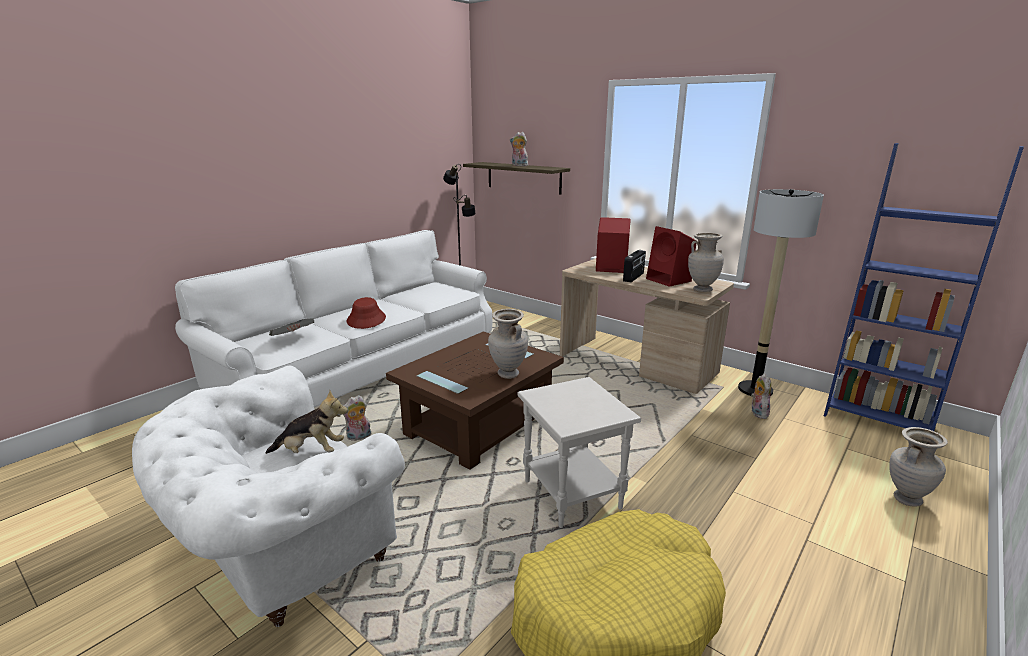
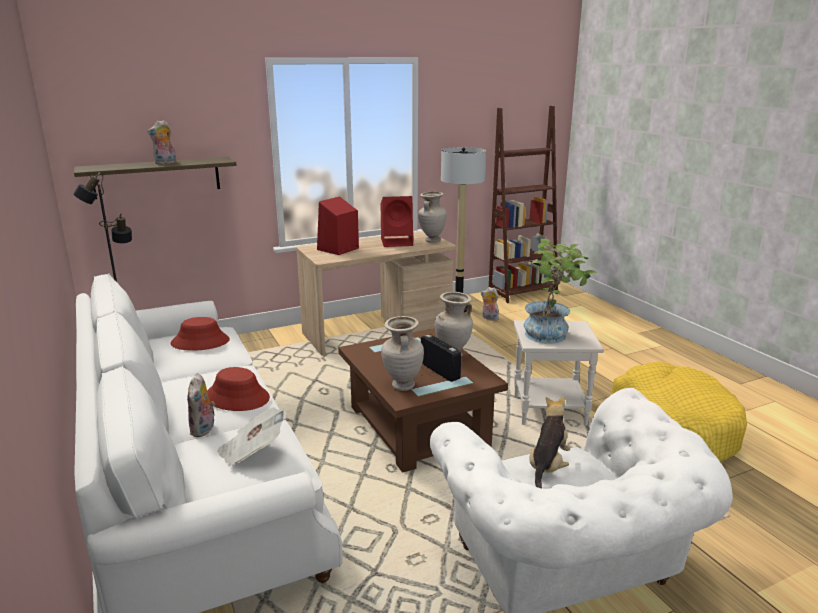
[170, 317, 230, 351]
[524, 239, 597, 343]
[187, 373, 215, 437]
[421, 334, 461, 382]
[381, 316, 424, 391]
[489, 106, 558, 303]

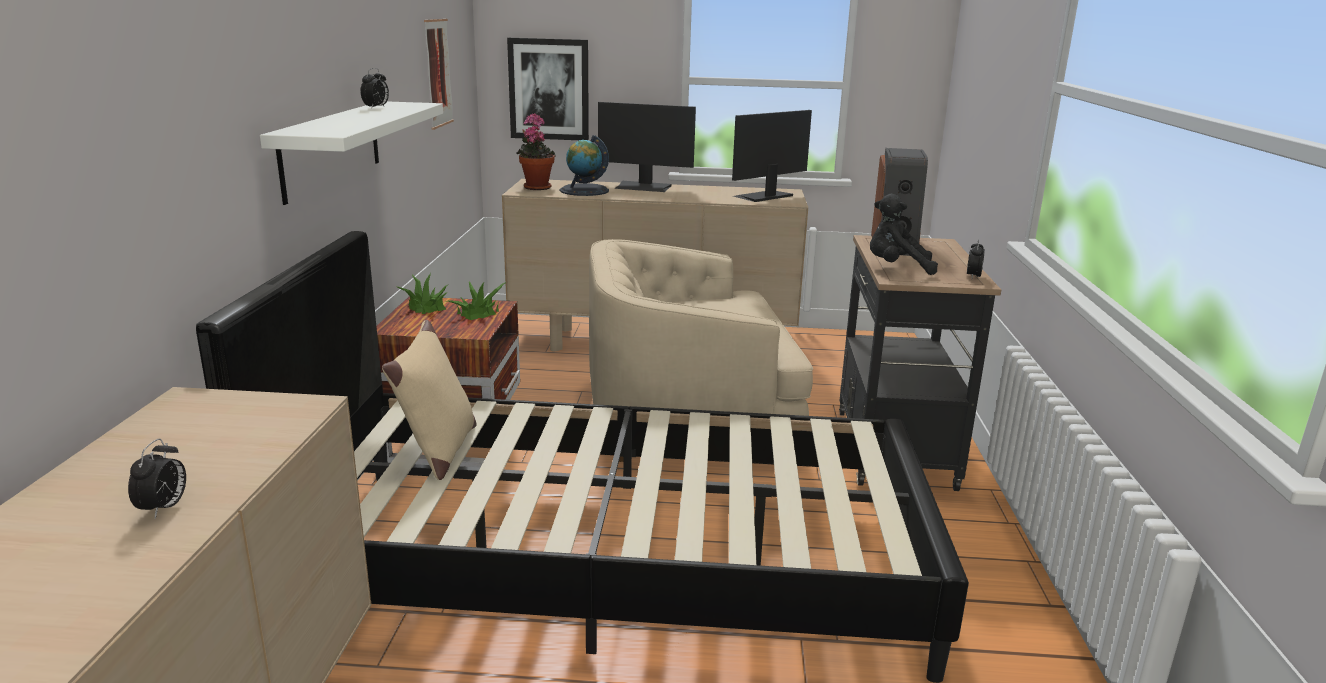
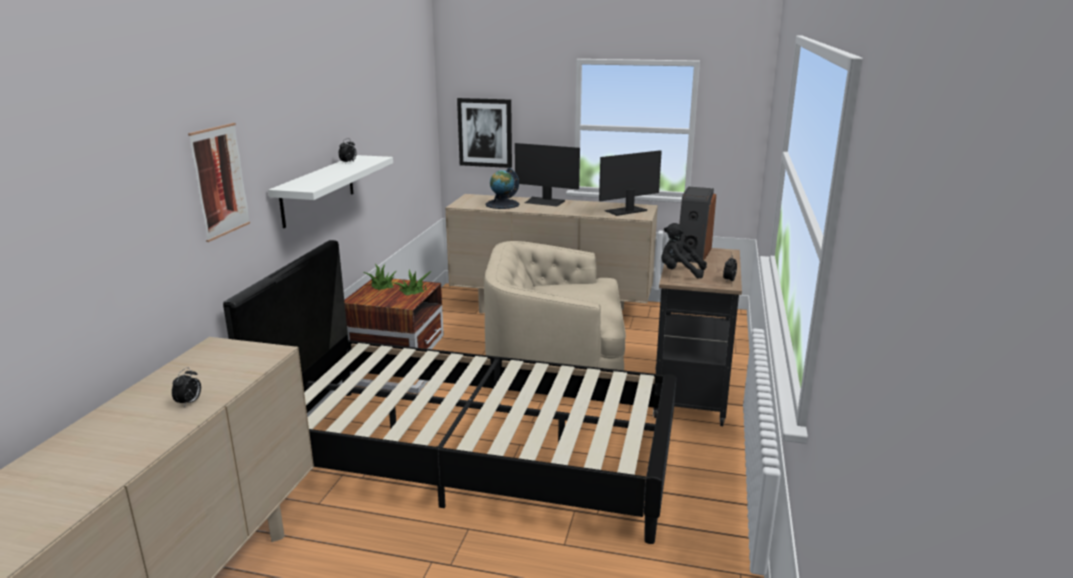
[382, 320, 477, 480] (first image)
[516, 113, 556, 190] (first image)
[188, 123, 250, 242]

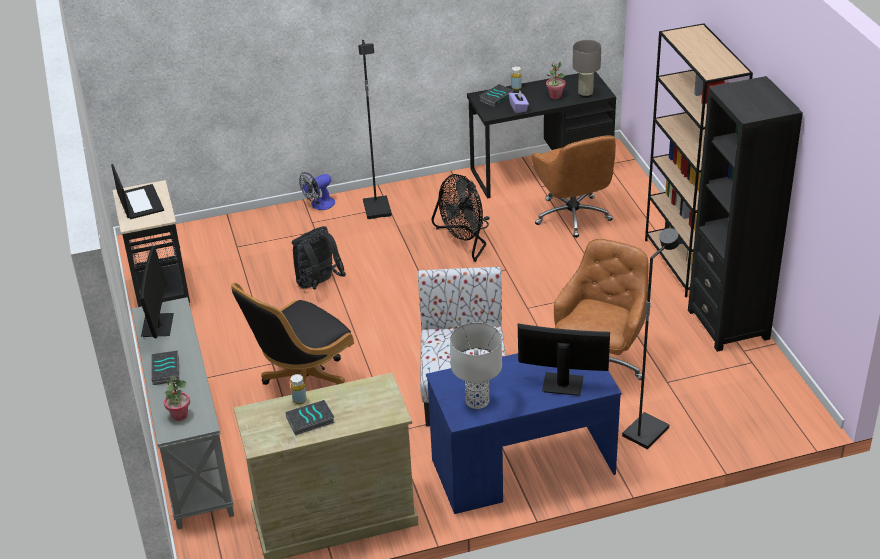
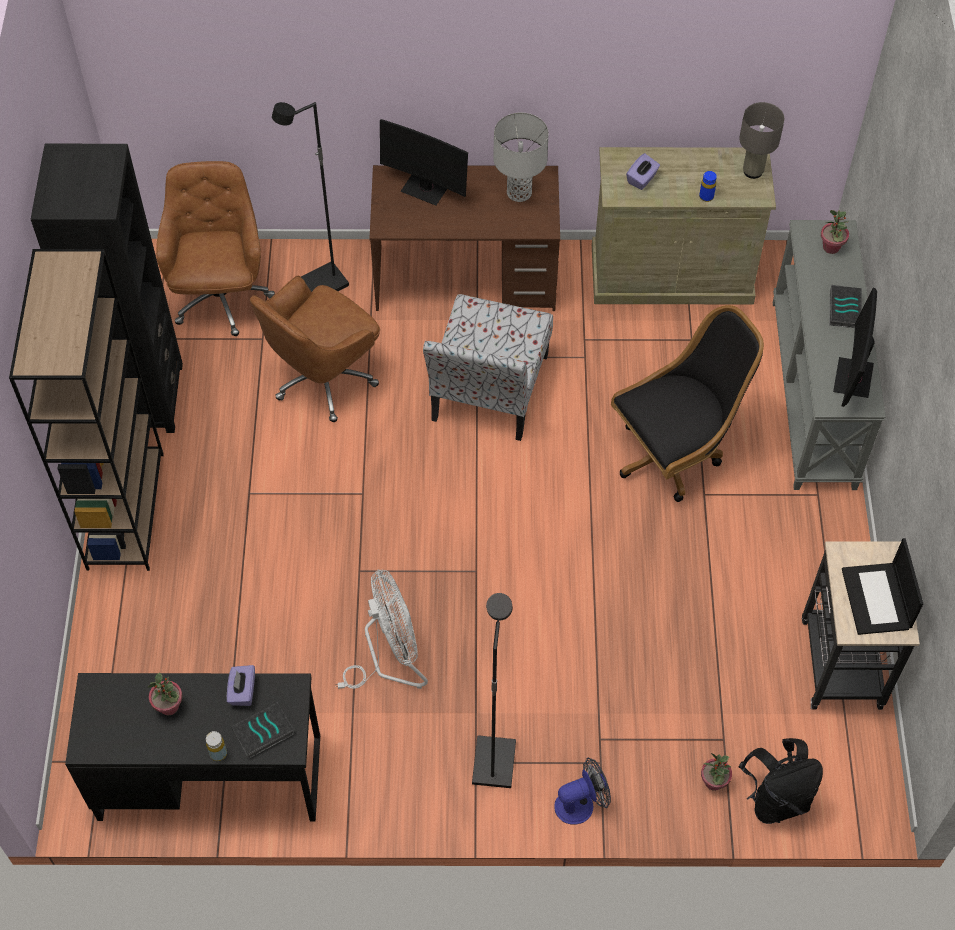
[285, 400, 334, 435] (first image)
[626, 153, 660, 190]
[701, 753, 732, 791]
[739, 738, 823, 824]
[156, 161, 275, 336]
[739, 102, 784, 179]
[699, 171, 717, 202]
[370, 165, 560, 311]
[336, 569, 428, 689]

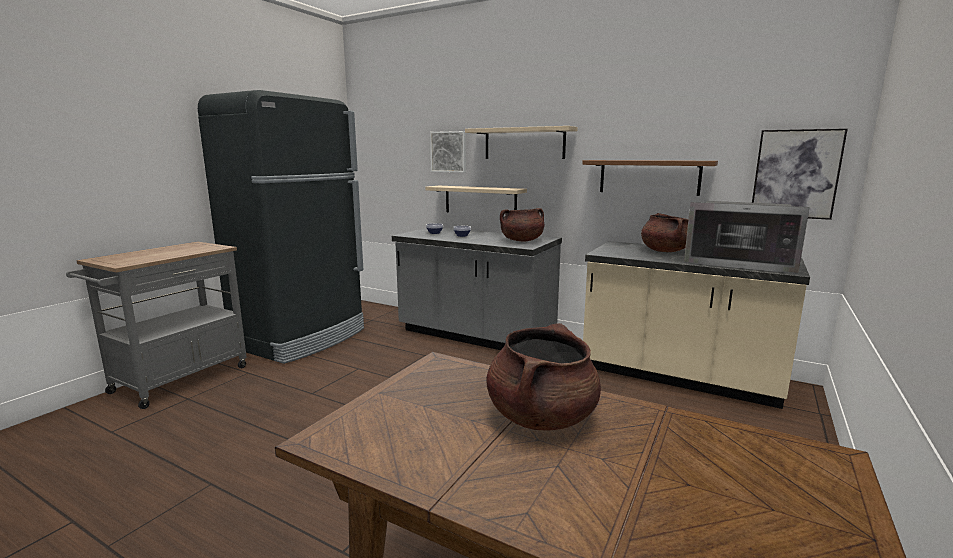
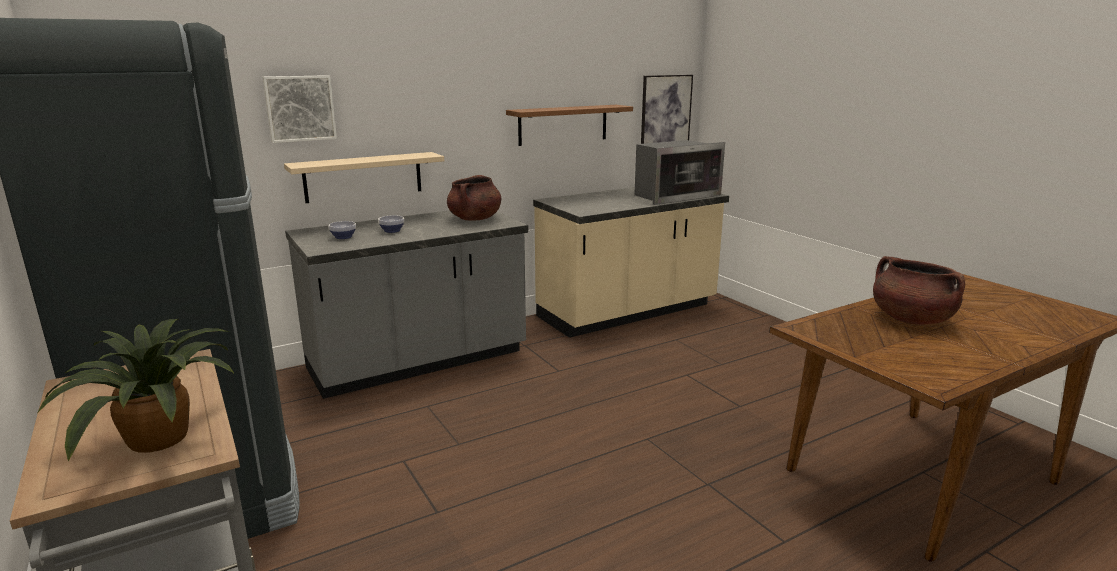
[465, 126, 578, 159] (first image)
[641, 213, 688, 252] (first image)
[37, 319, 235, 462]

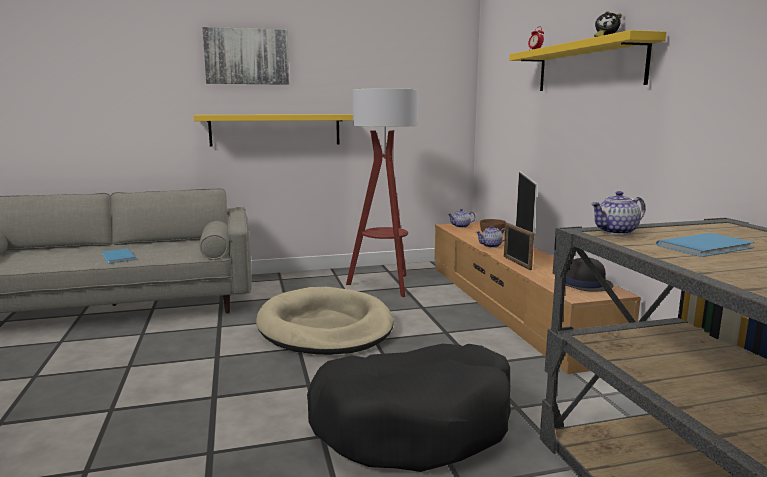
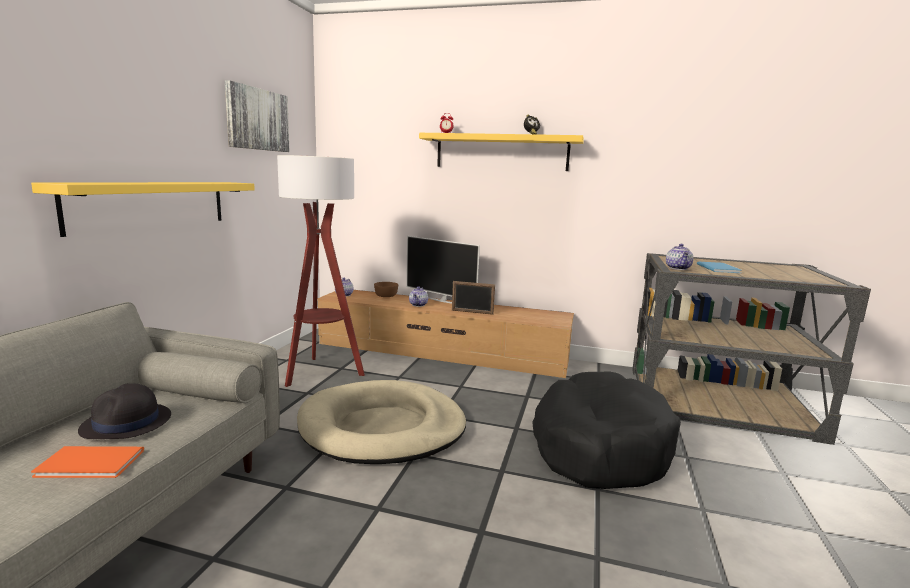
[225, 80, 290, 152]
[78, 383, 171, 439]
[31, 446, 144, 478]

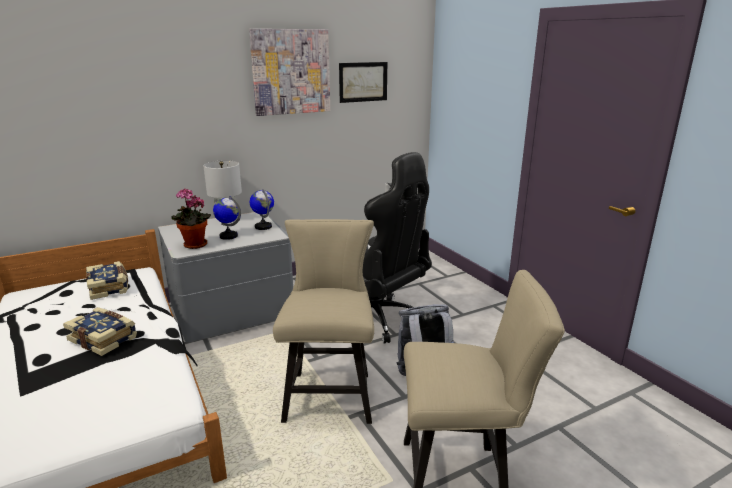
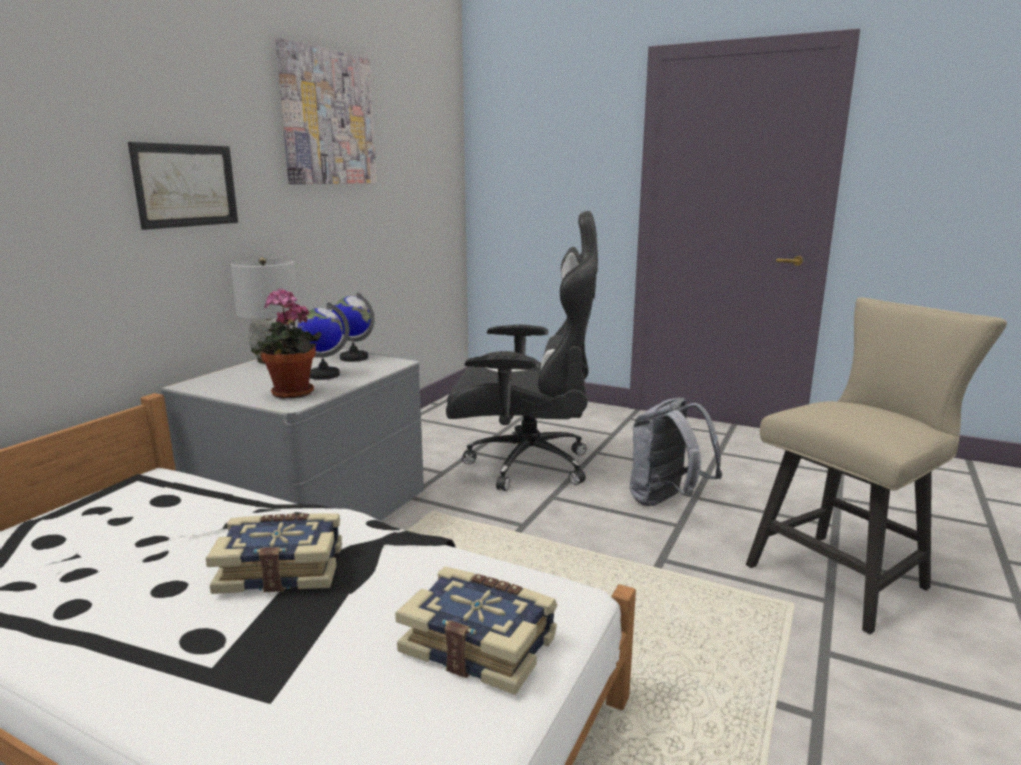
[273, 219, 374, 424] (first image)
[395, 566, 557, 695]
[128, 142, 238, 230]

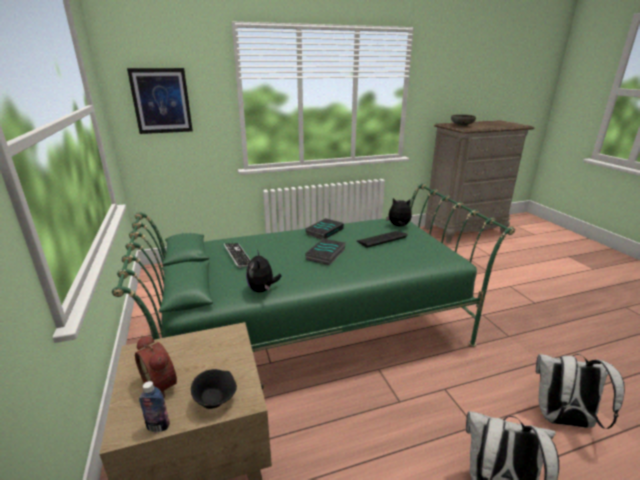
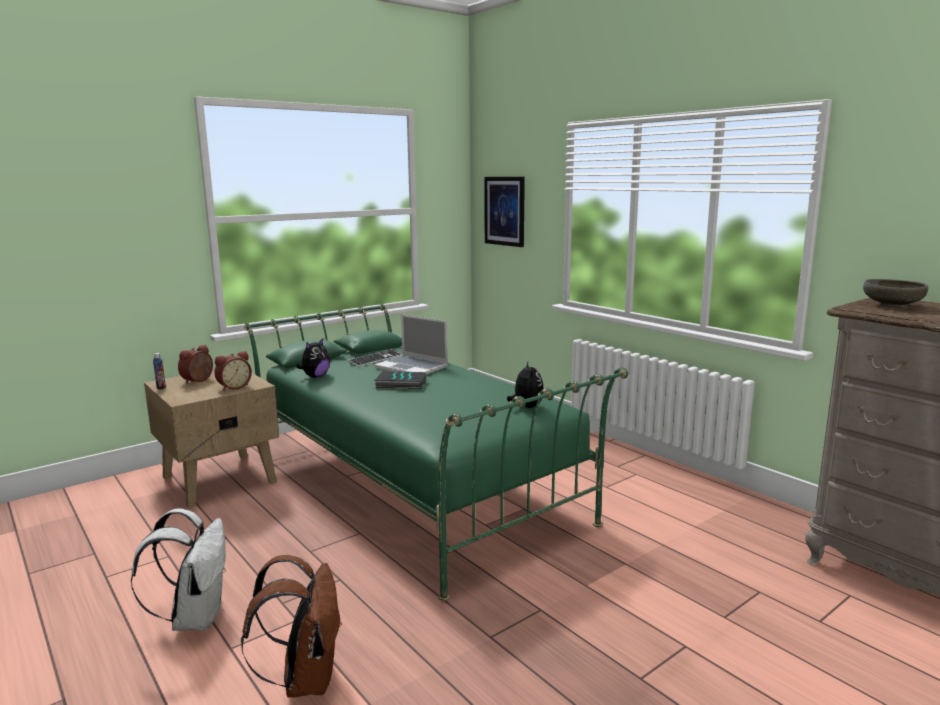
[191, 369, 237, 409] (first image)
[305, 218, 344, 240] (first image)
[357, 231, 408, 248] (first image)
[214, 351, 252, 391]
[374, 314, 448, 375]
[241, 555, 342, 698]
[296, 338, 330, 378]

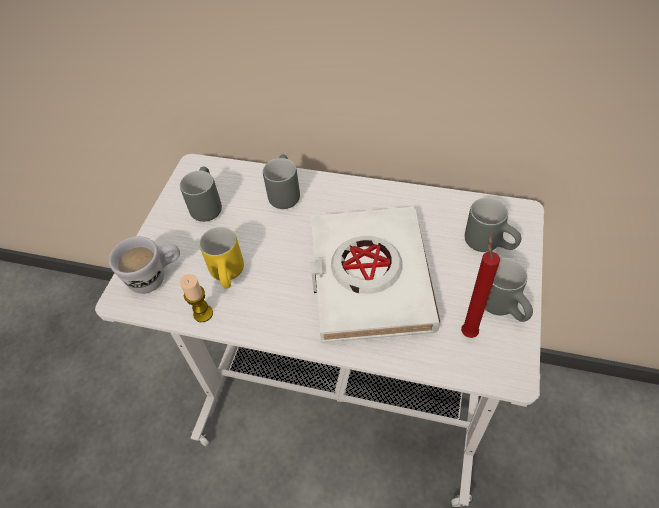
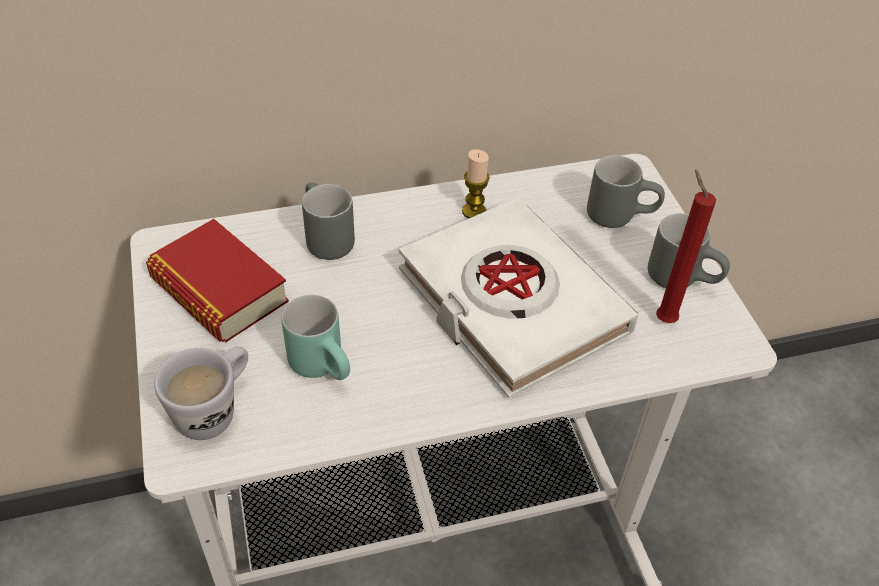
[462, 149, 490, 219]
[146, 219, 289, 342]
[282, 295, 350, 380]

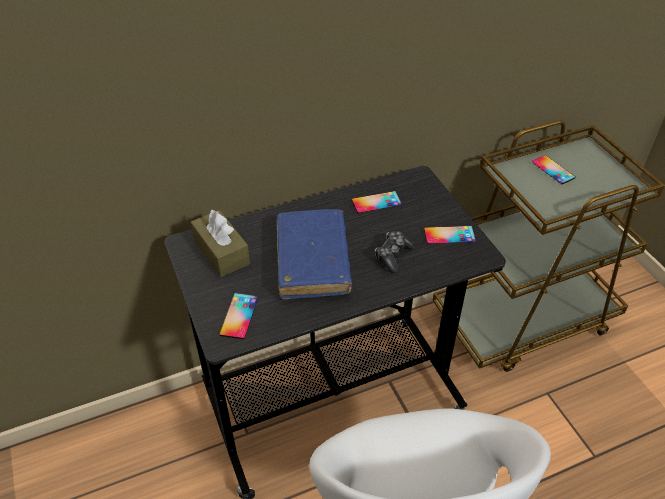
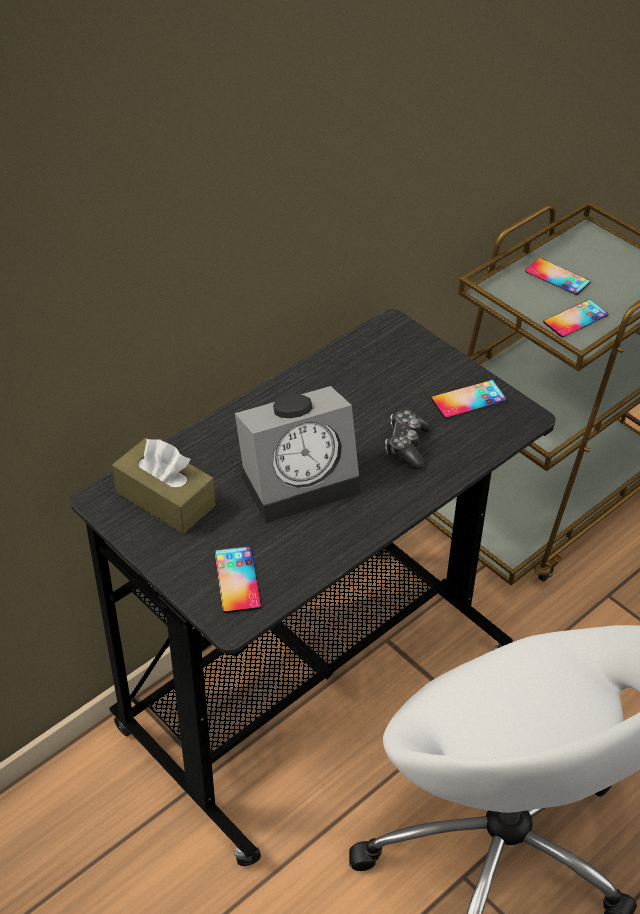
[543, 299, 608, 337]
[235, 386, 361, 523]

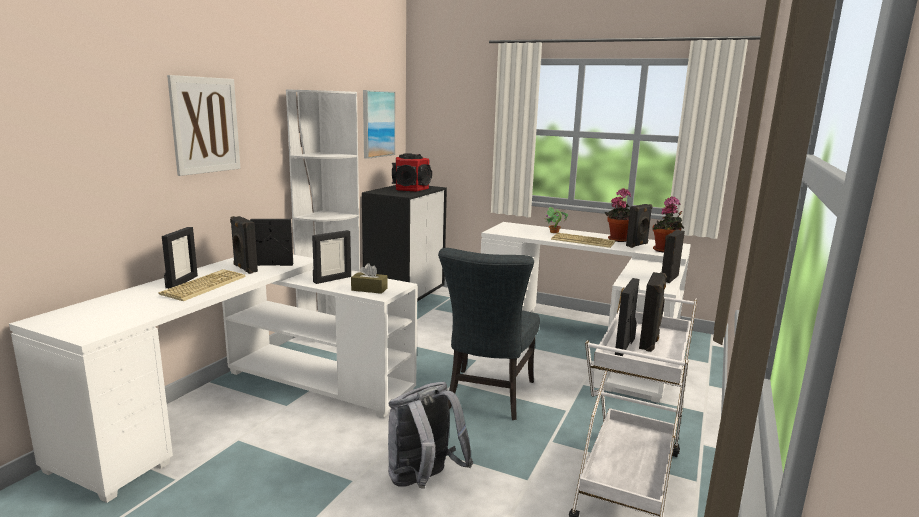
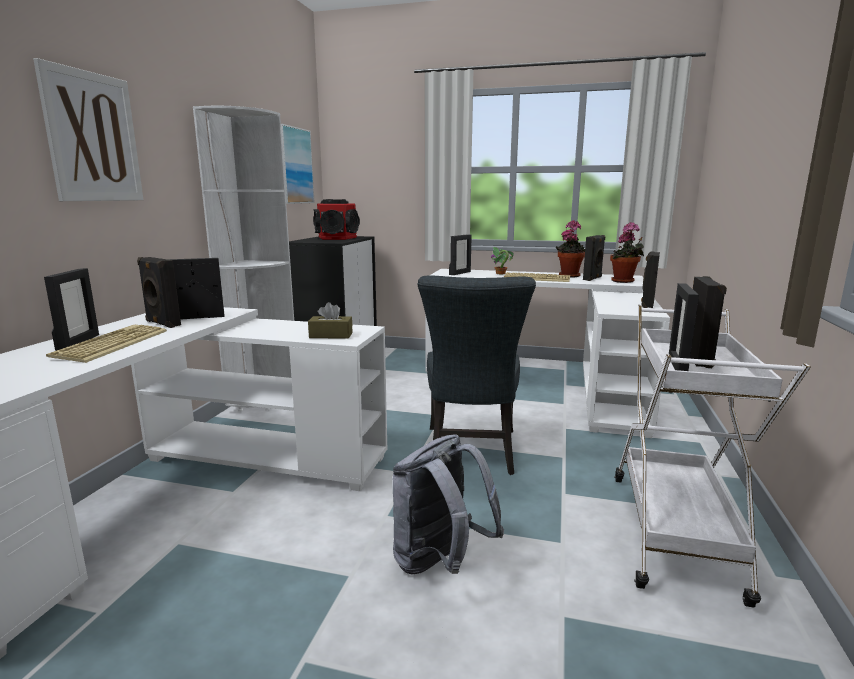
[449, 234, 472, 275]

